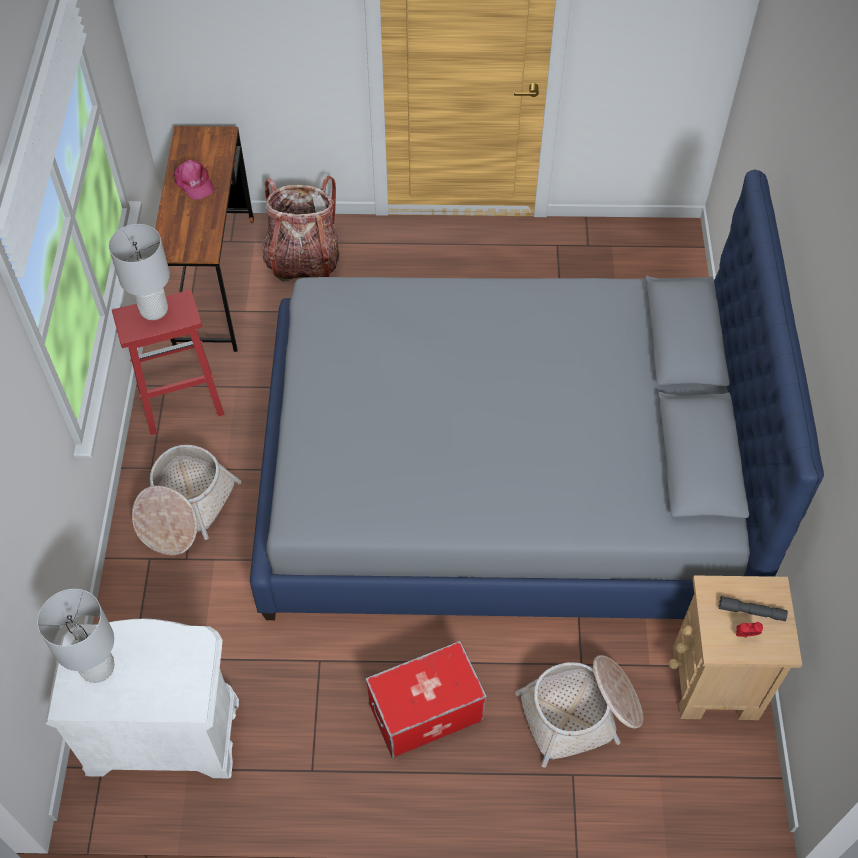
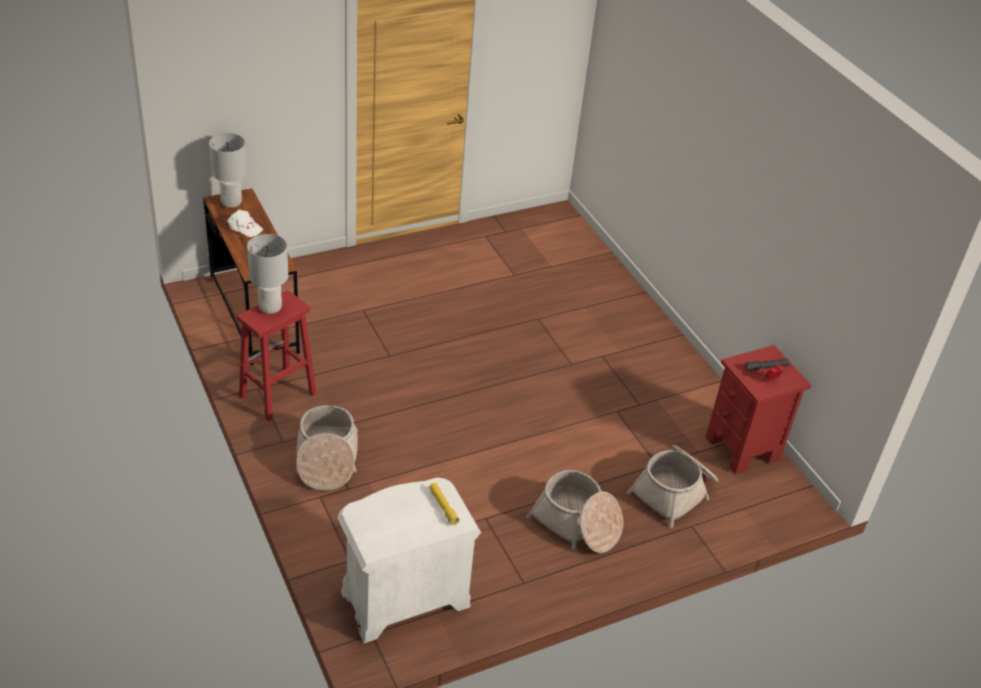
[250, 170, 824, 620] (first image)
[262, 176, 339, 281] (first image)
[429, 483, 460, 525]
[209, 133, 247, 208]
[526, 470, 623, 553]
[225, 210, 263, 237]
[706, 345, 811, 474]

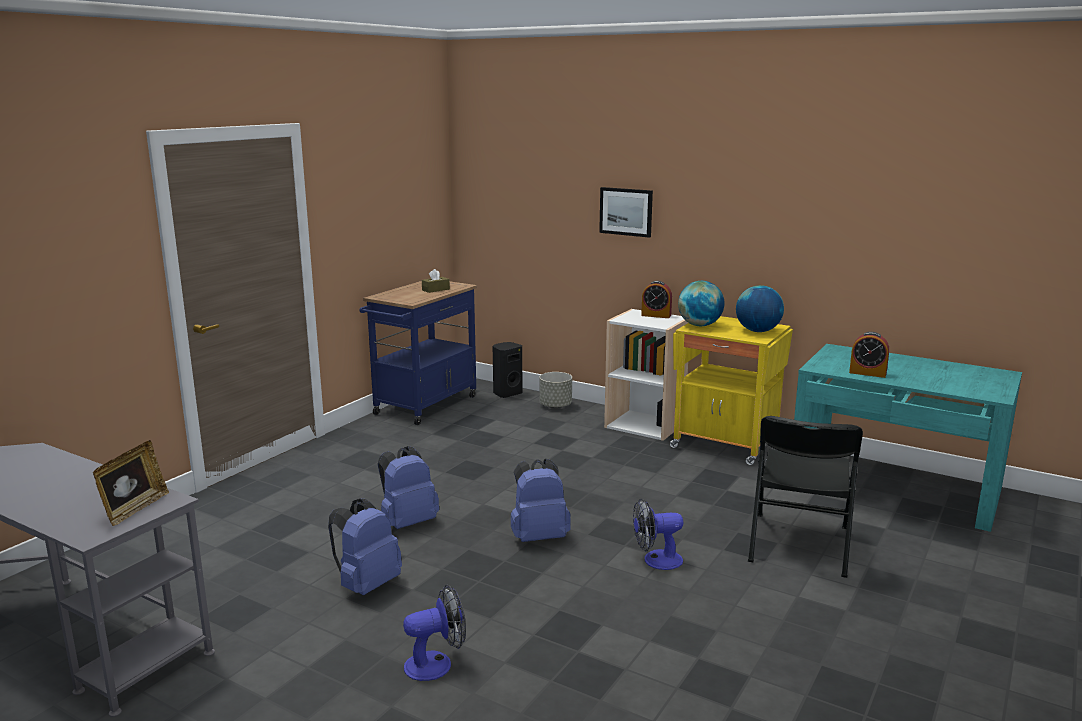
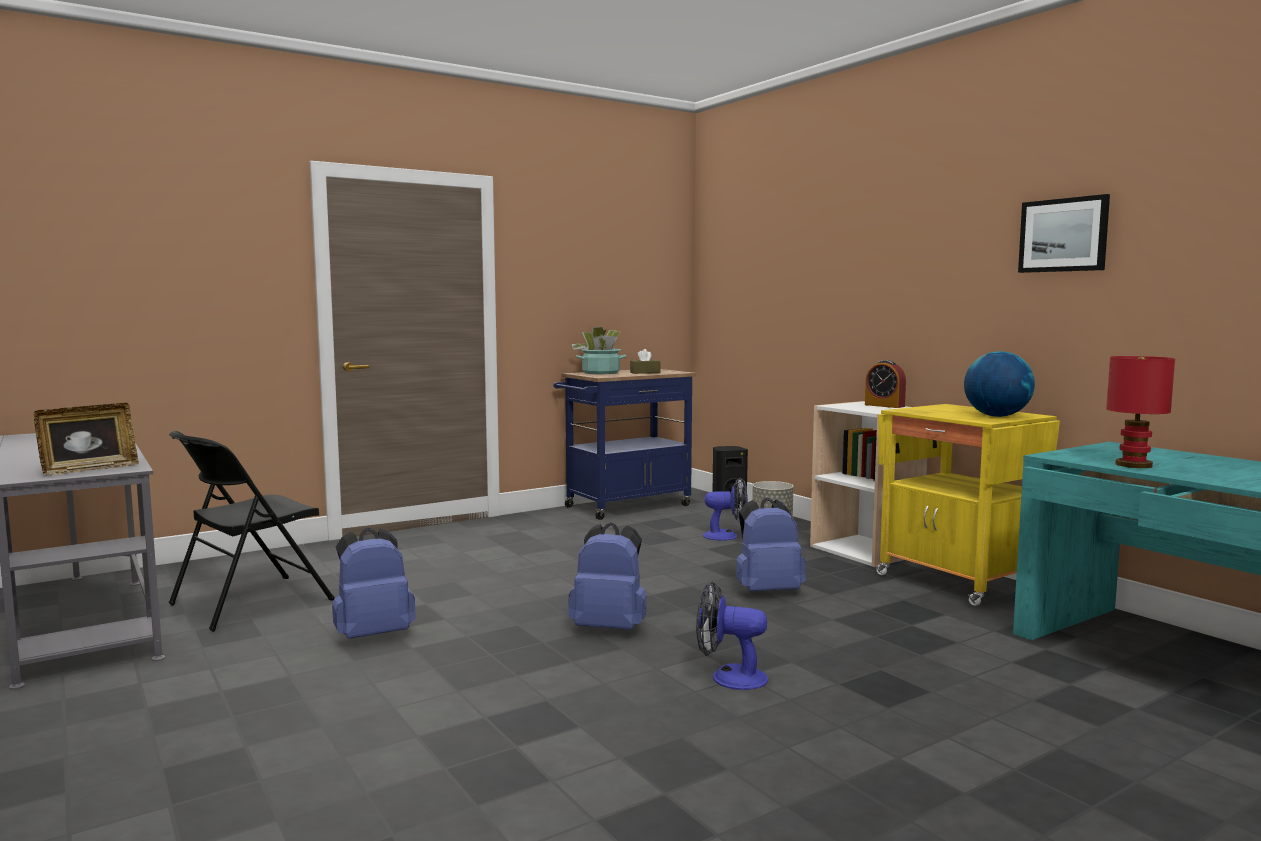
[678, 281, 724, 326] (first image)
[572, 327, 626, 374]
[736, 498, 806, 591]
[703, 478, 748, 541]
[1018, 194, 1110, 273]
[169, 431, 334, 632]
[1106, 356, 1175, 468]

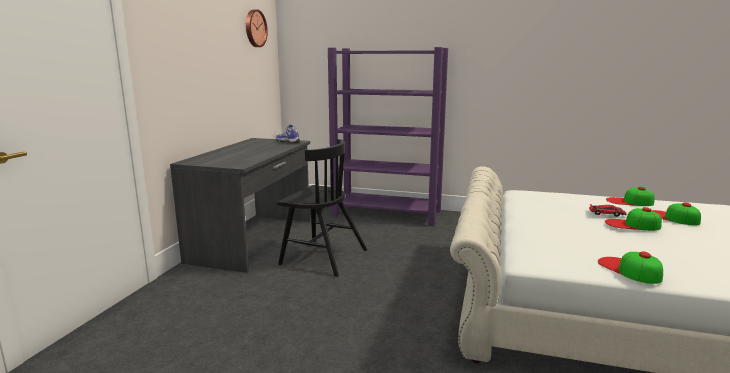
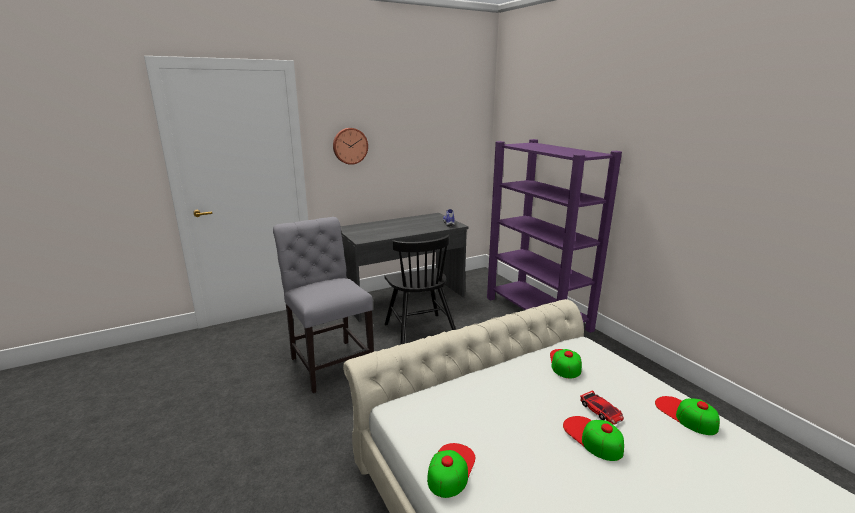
[273, 217, 374, 393]
[333, 128, 368, 165]
[550, 349, 582, 379]

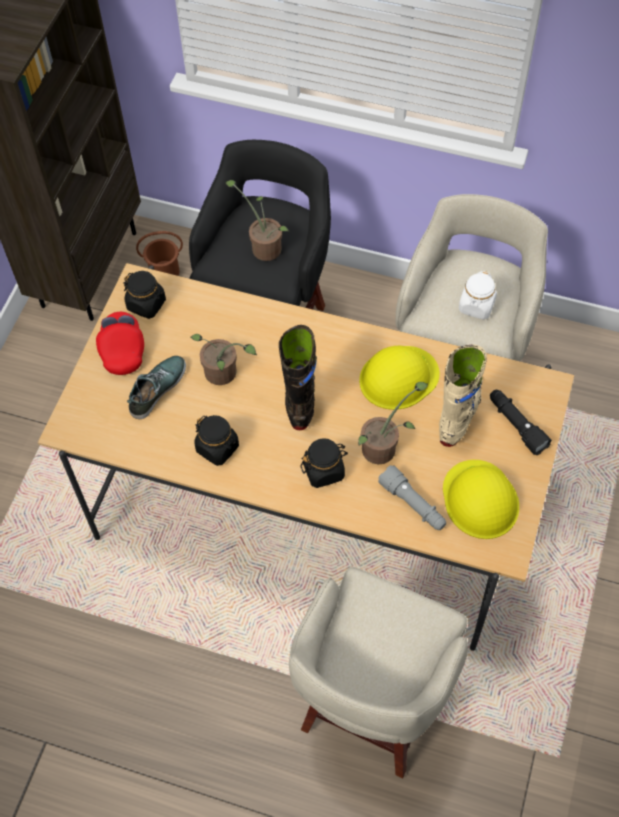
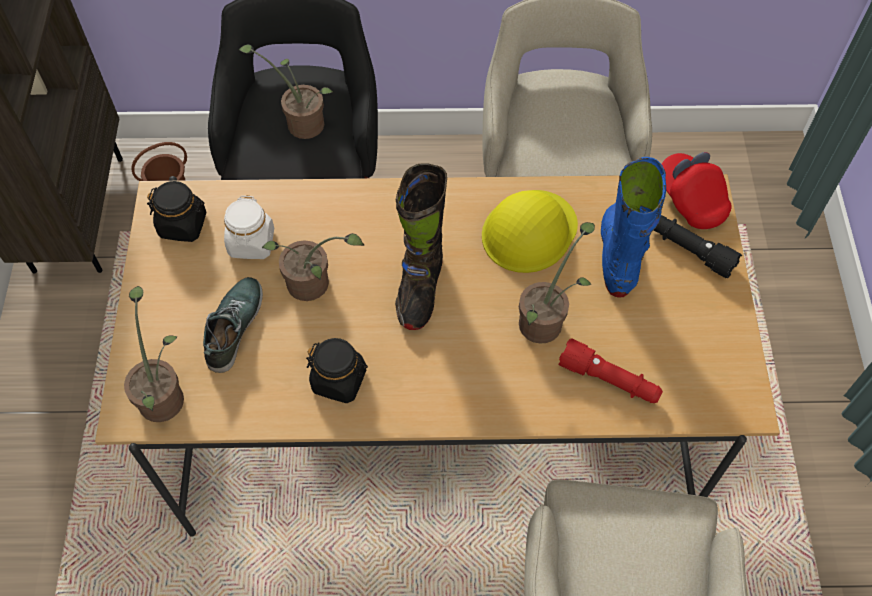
[301, 438, 348, 488] (first image)
[443, 460, 519, 539] (first image)
[124, 286, 184, 422]
[662, 152, 732, 229]
[224, 195, 274, 259]
[558, 338, 663, 403]
[601, 157, 666, 298]
[395, 163, 447, 330]

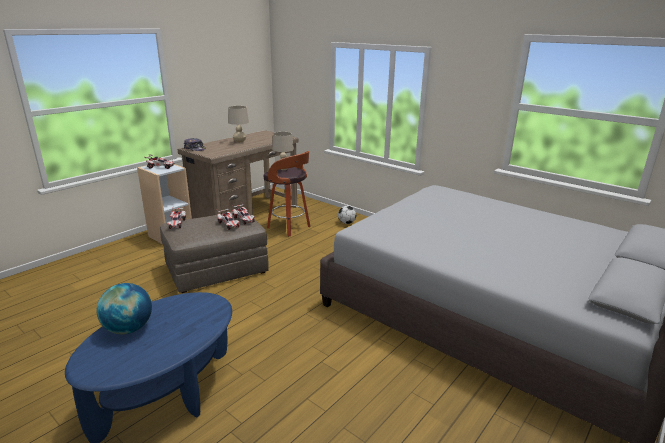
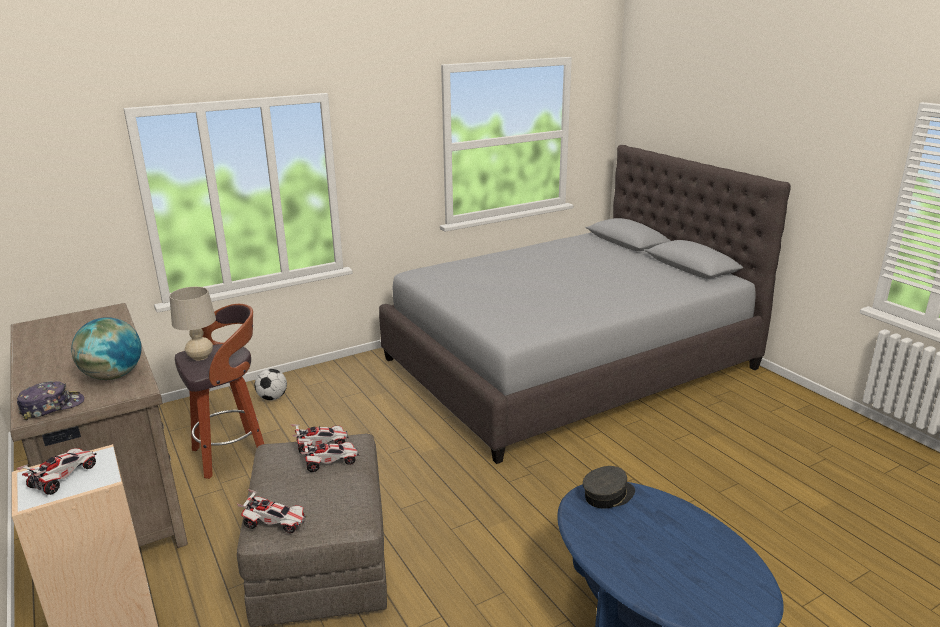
[228, 106, 249, 143] (first image)
[583, 466, 635, 508]
[71, 317, 142, 380]

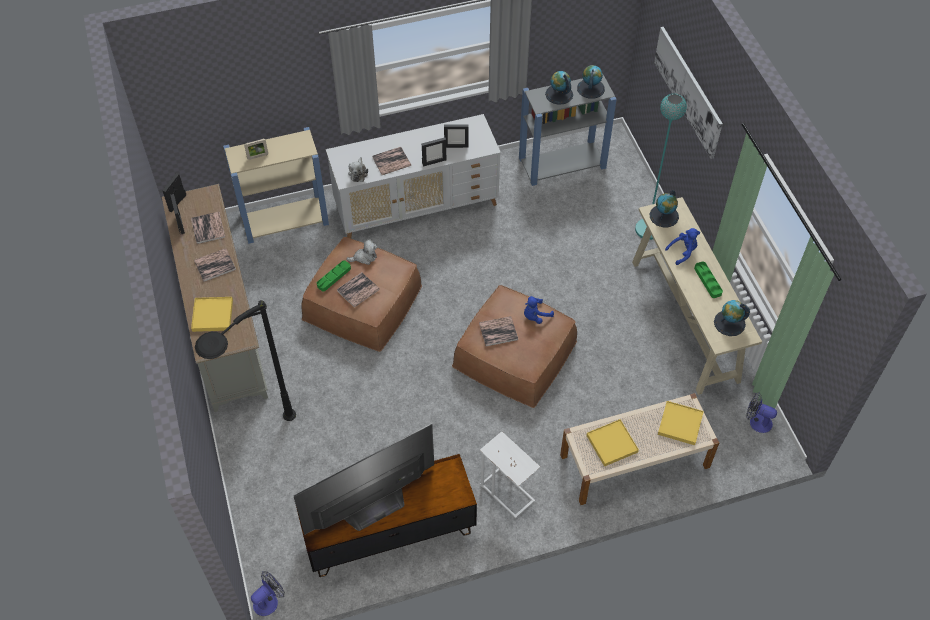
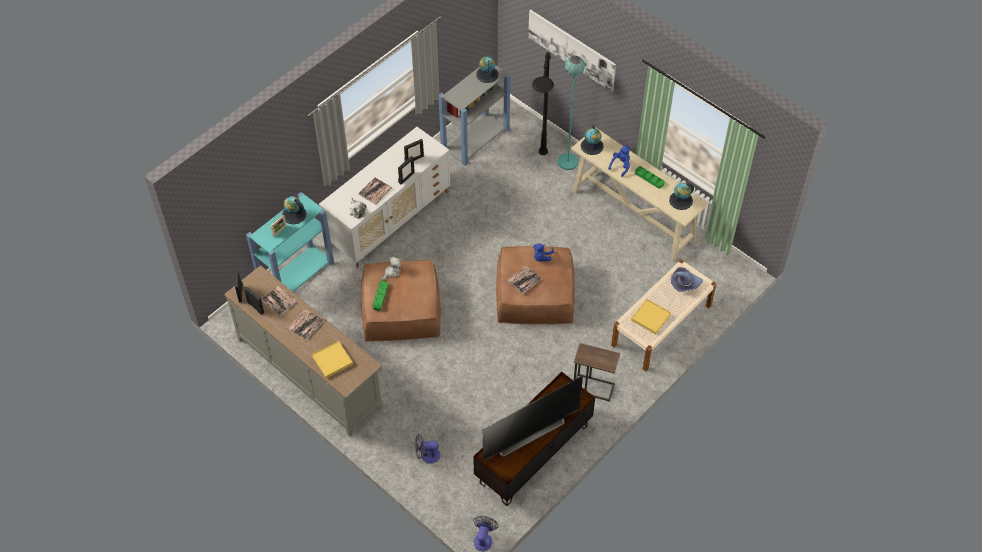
[337, 272, 380, 307] (first image)
[532, 52, 554, 155]
[282, 196, 306, 224]
[415, 434, 440, 464]
[671, 267, 703, 292]
[246, 192, 334, 292]
[574, 343, 620, 402]
[483, 376, 583, 462]

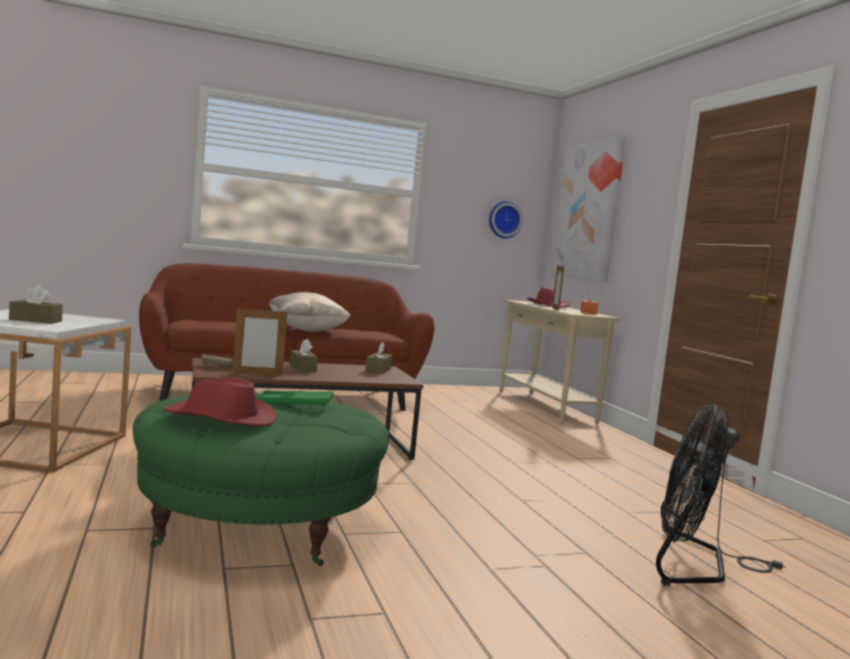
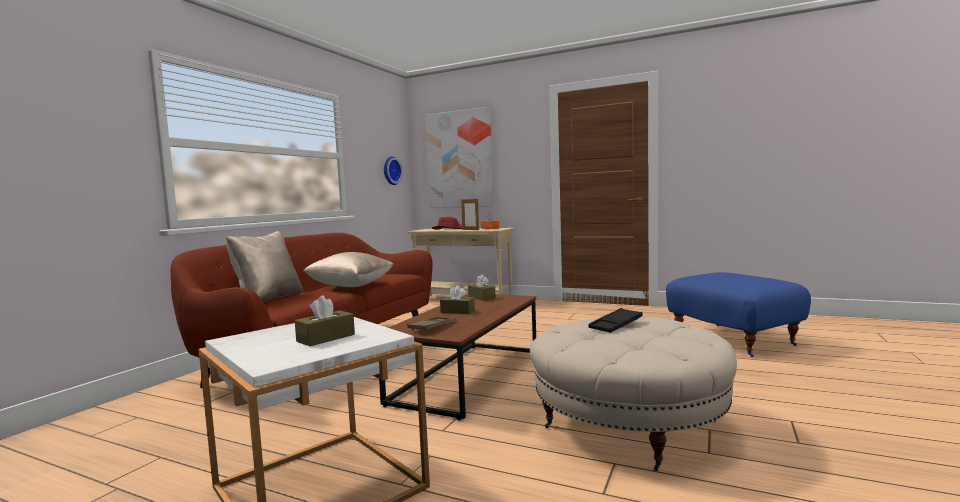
[163, 377, 276, 427] (first image)
[232, 307, 287, 376] (first image)
[226, 231, 303, 303]
[666, 272, 811, 357]
[530, 317, 737, 471]
[589, 308, 643, 333]

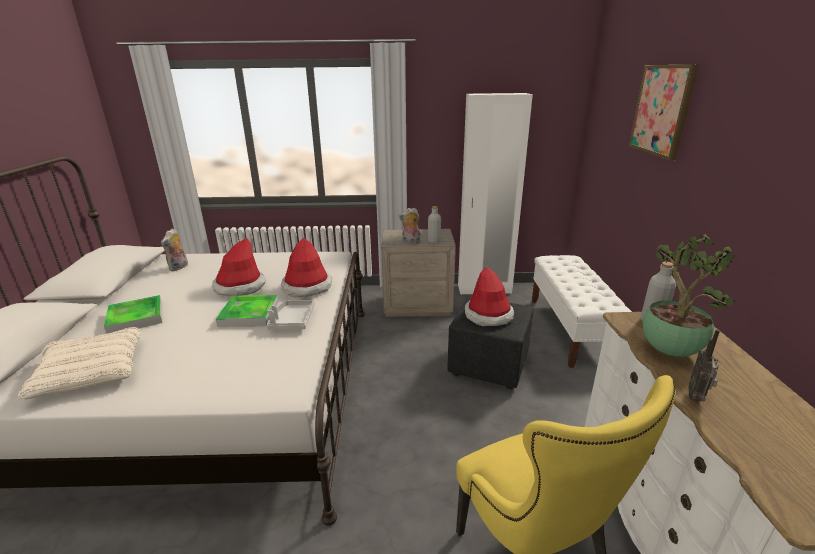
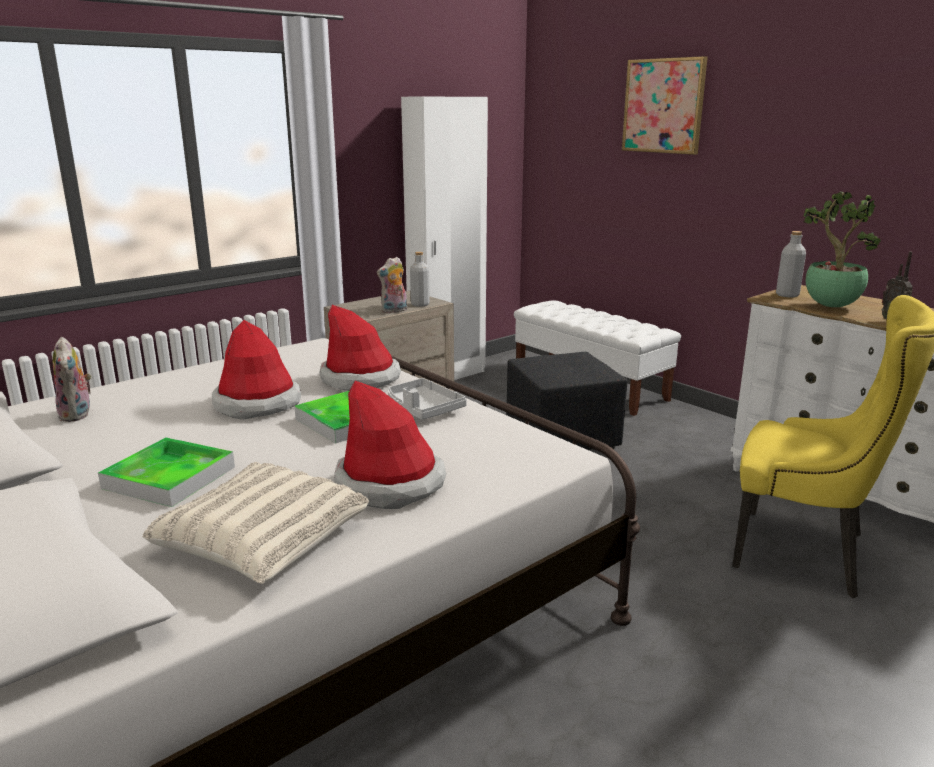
[334, 381, 446, 509]

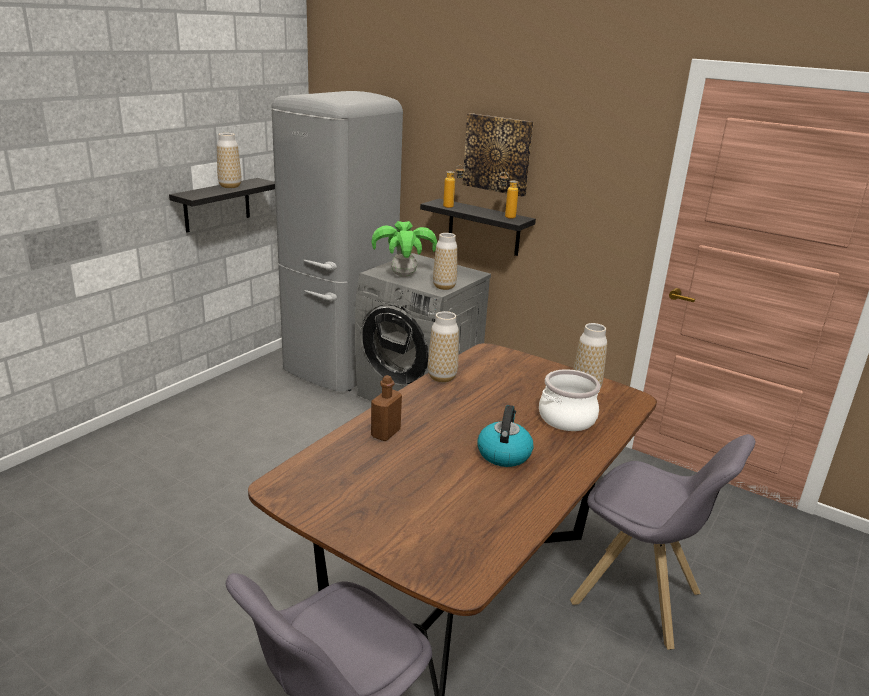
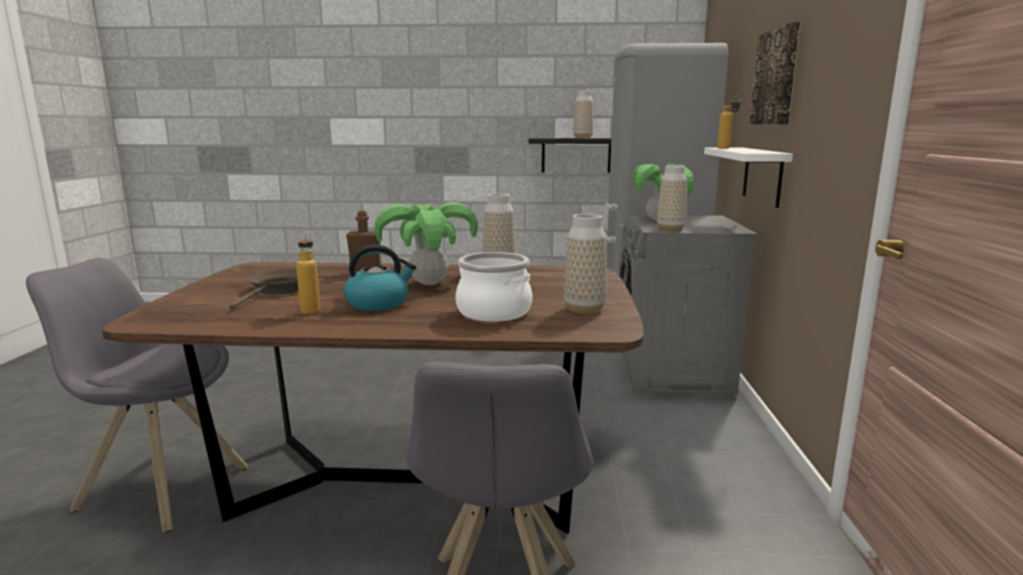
[229, 269, 298, 309]
[374, 202, 478, 285]
[296, 232, 320, 315]
[704, 147, 793, 208]

